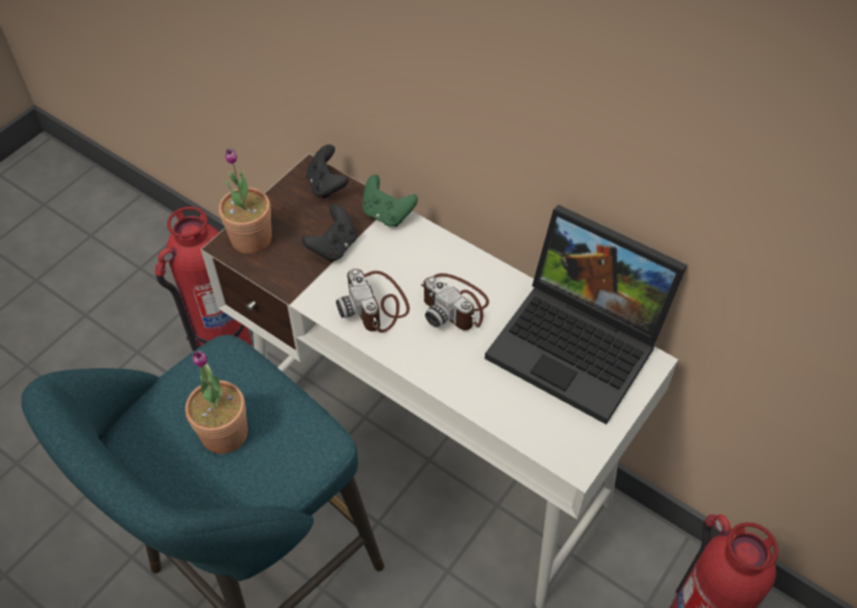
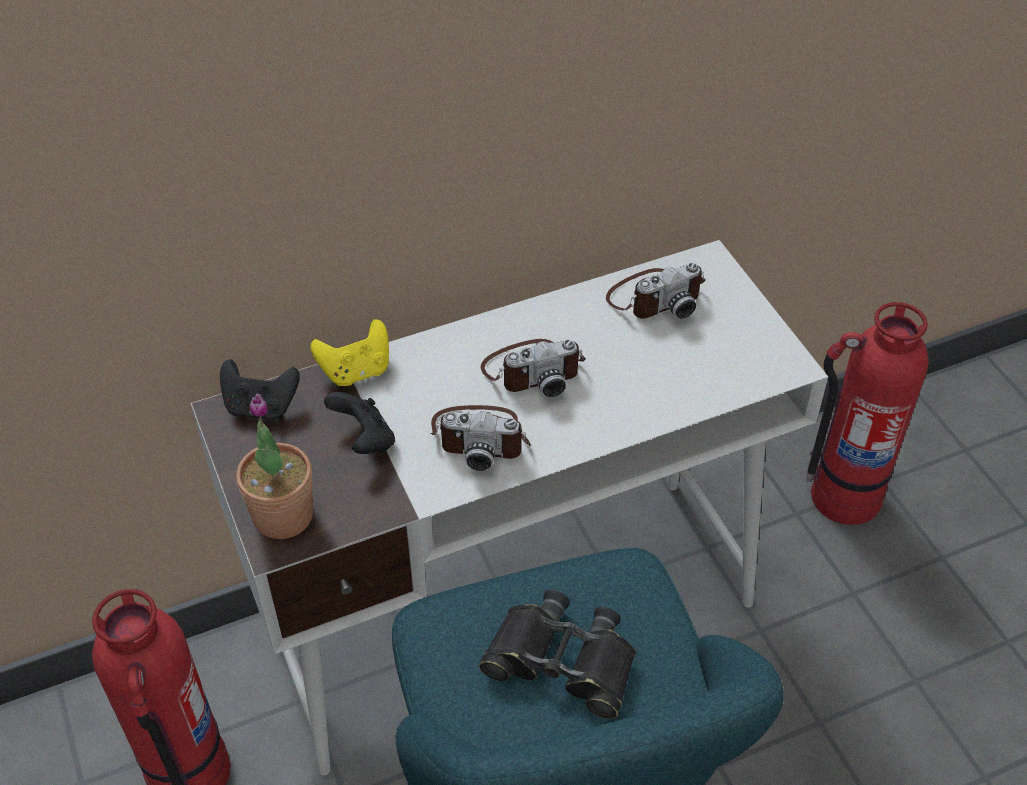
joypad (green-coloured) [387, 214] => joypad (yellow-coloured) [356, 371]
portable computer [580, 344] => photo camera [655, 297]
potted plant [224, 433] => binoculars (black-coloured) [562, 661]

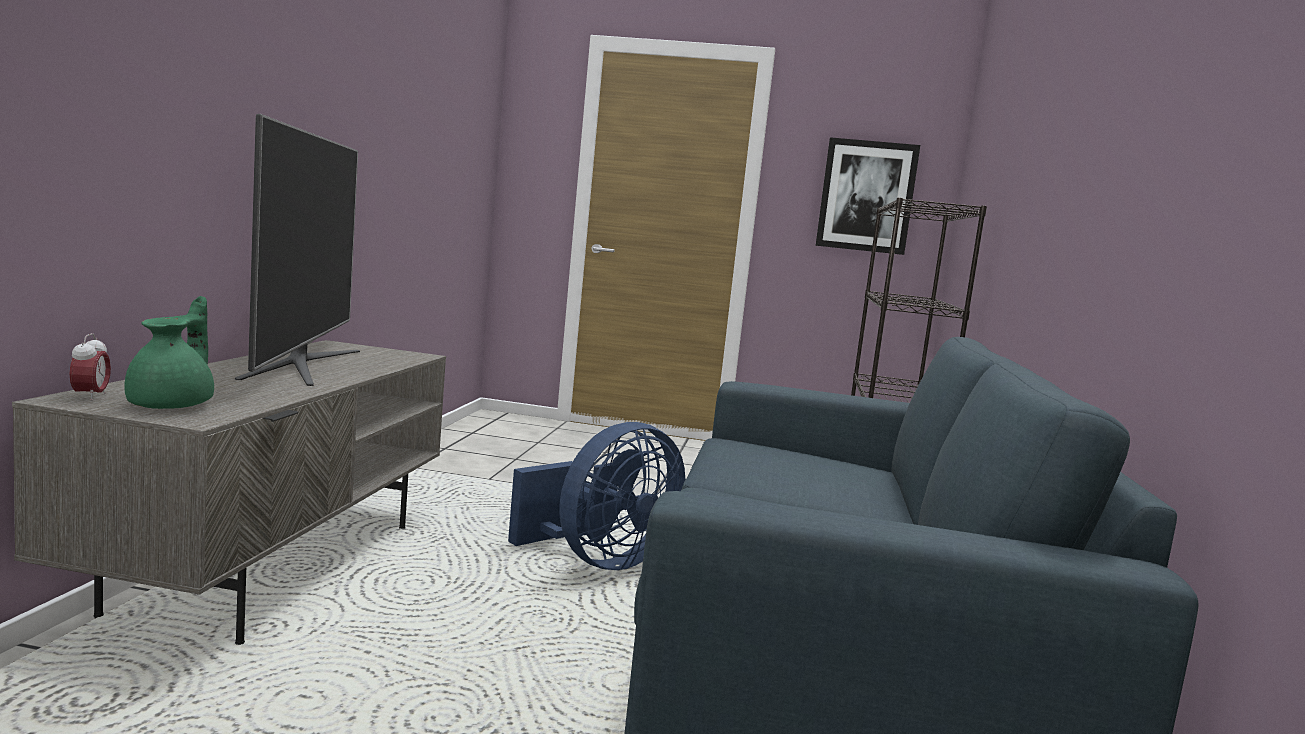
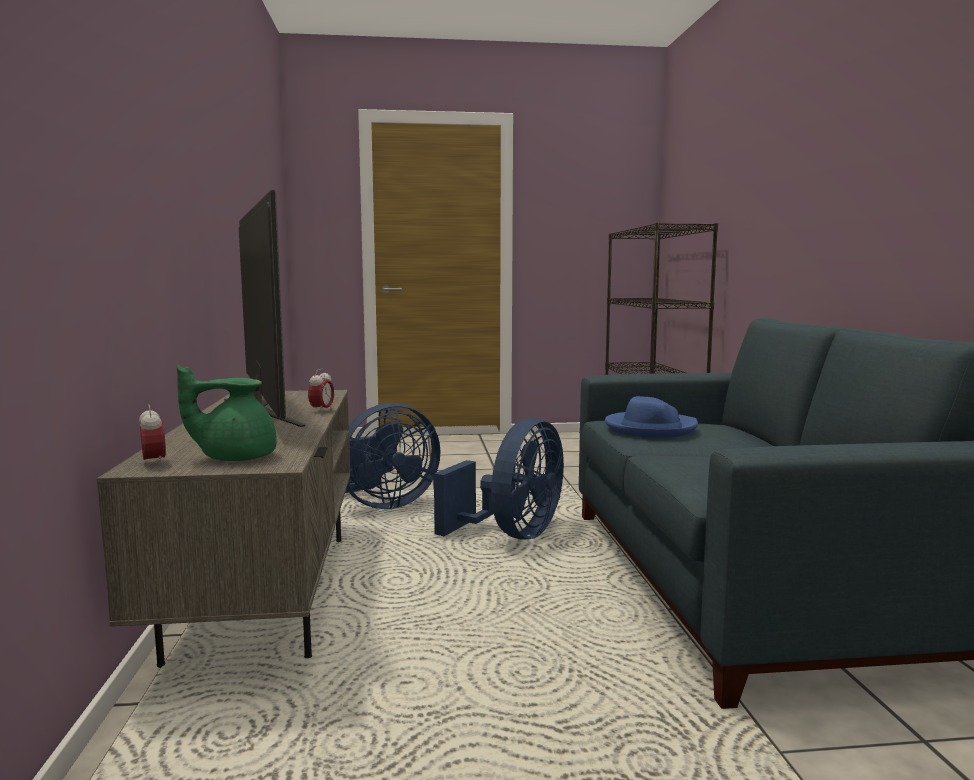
wall art [866, 196] => nothing
teapot (green-coloured) [174, 405] => teapot (green-coloured) [235, 457], 90 degrees counterclockwise
nothing => alarm clock [322, 410]
nothing => hat (blue-coloured) [650, 428]
nothing => fan (blue-coloured) [382, 504]

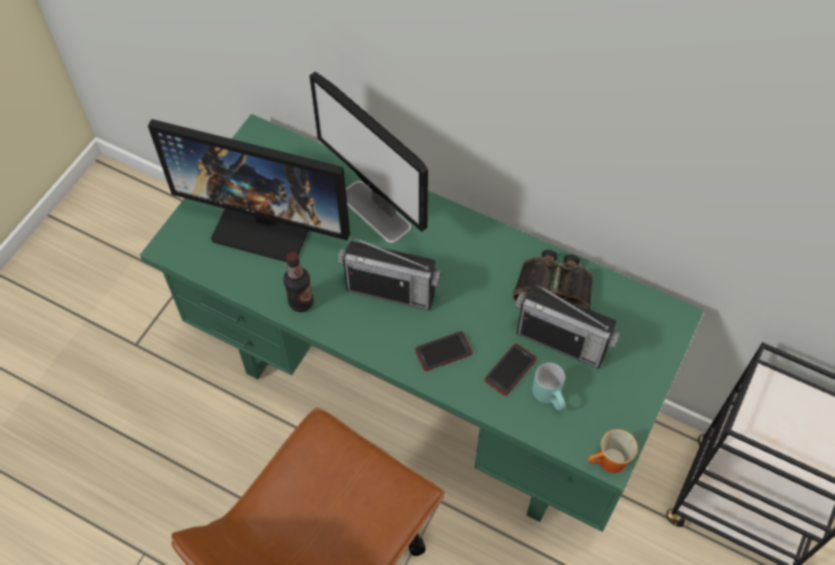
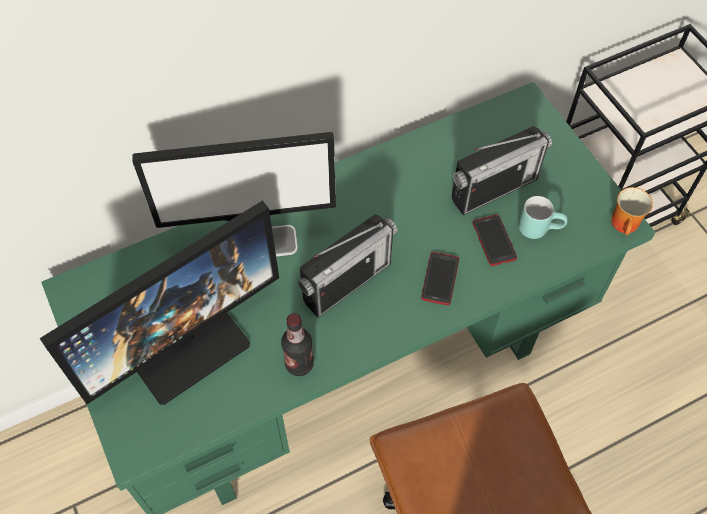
binoculars [555, 286] => nothing

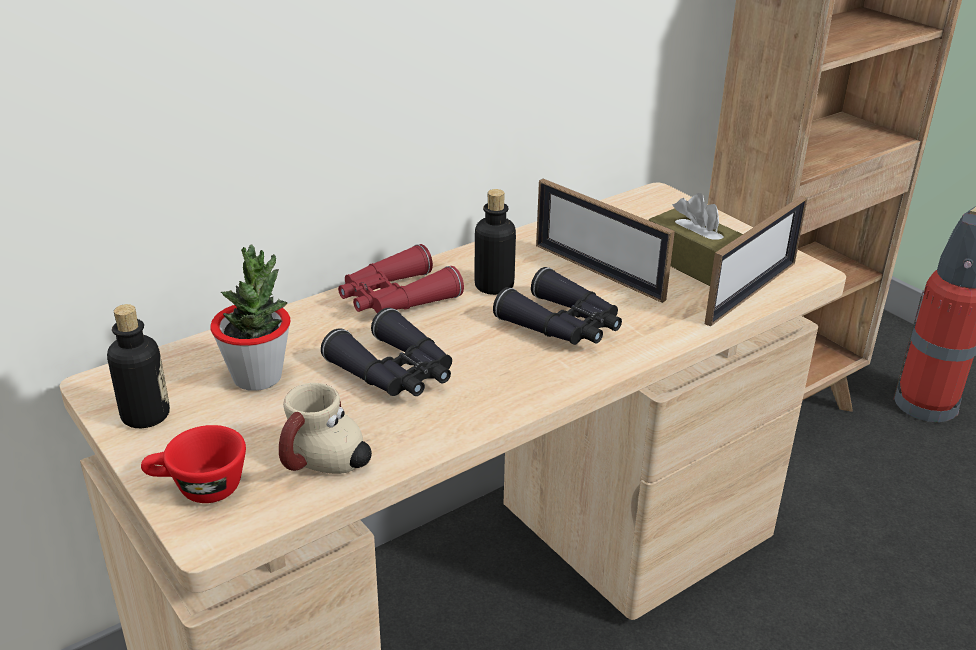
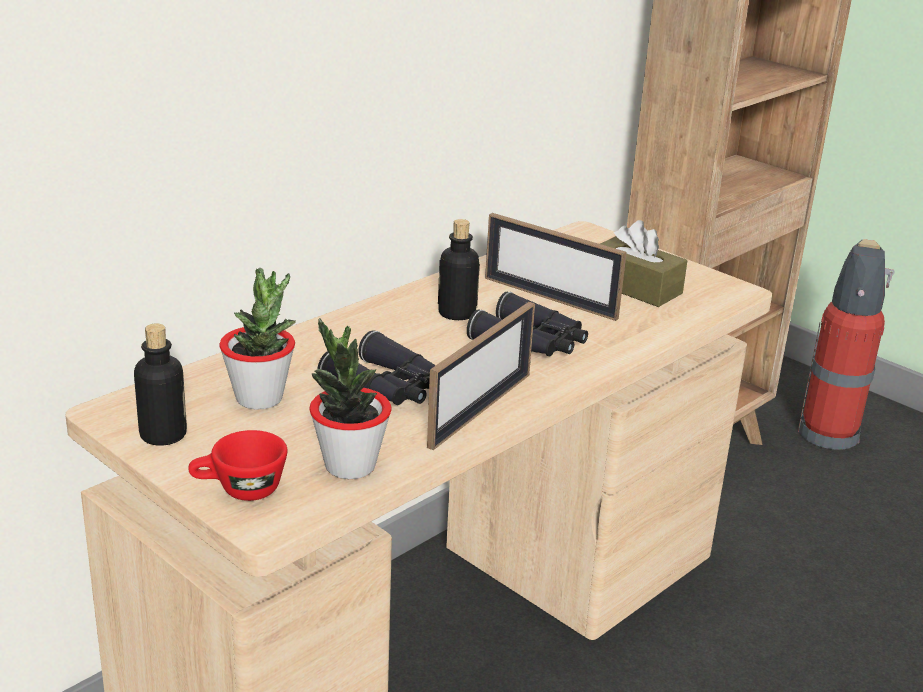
standing frame [751, 292] => standing frame [480, 409], move
binoculars (red) [396, 298] => nothing
tea mug [323, 466] => potted plant [349, 466]

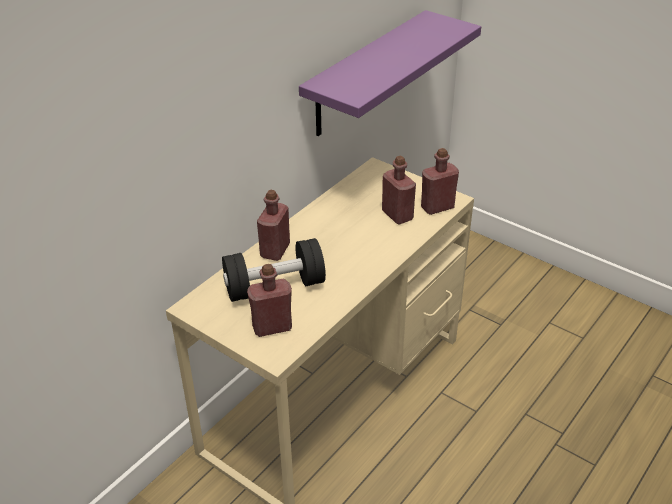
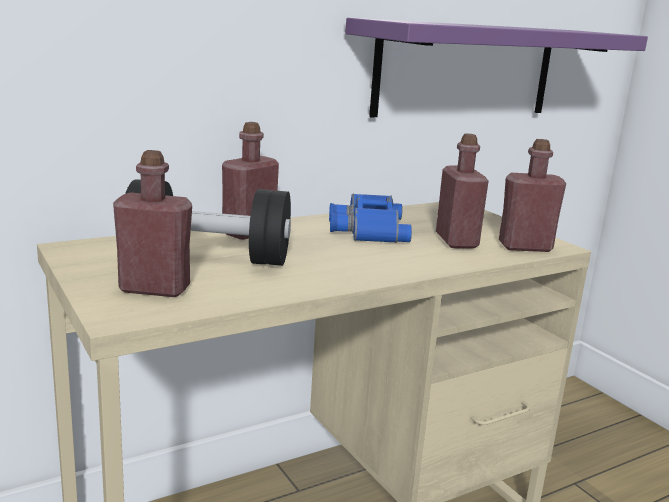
nothing => binoculars (blue-coloured) [366, 228]

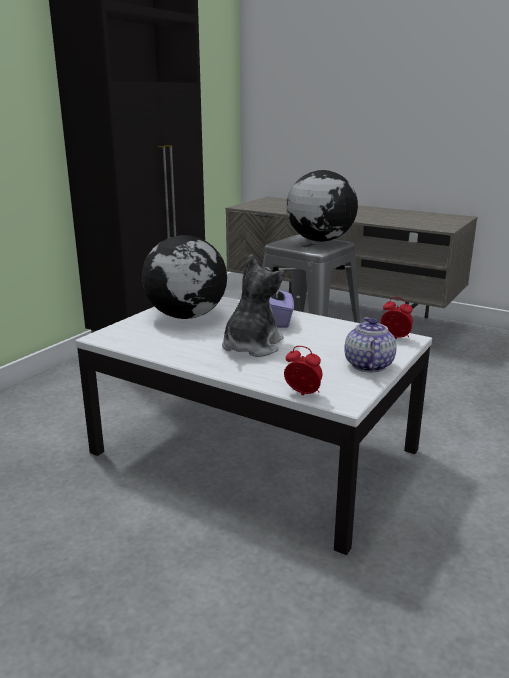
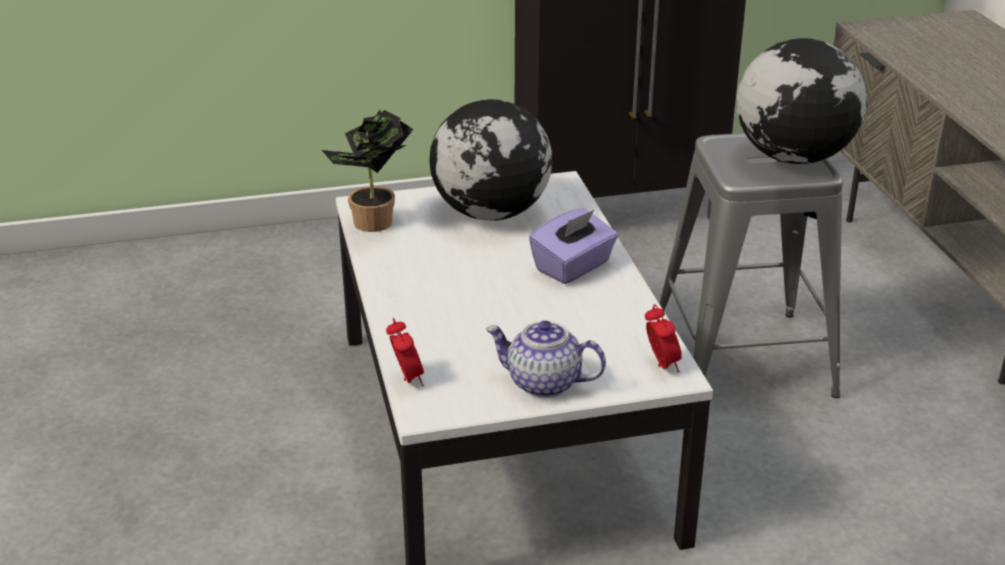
soft toy [251, 346] => nothing
teapot [367, 365] => teapot [543, 383], 120 degrees counterclockwise
nothing => potted plant [373, 225]

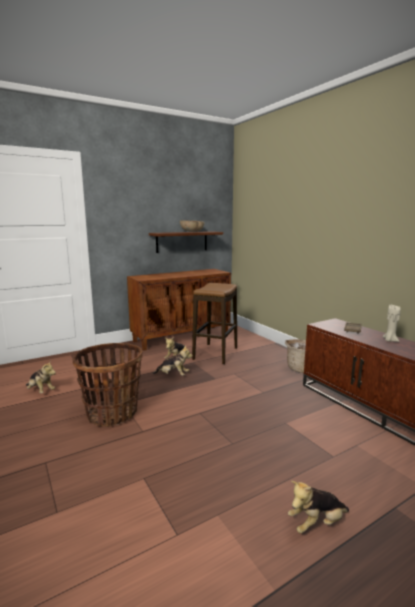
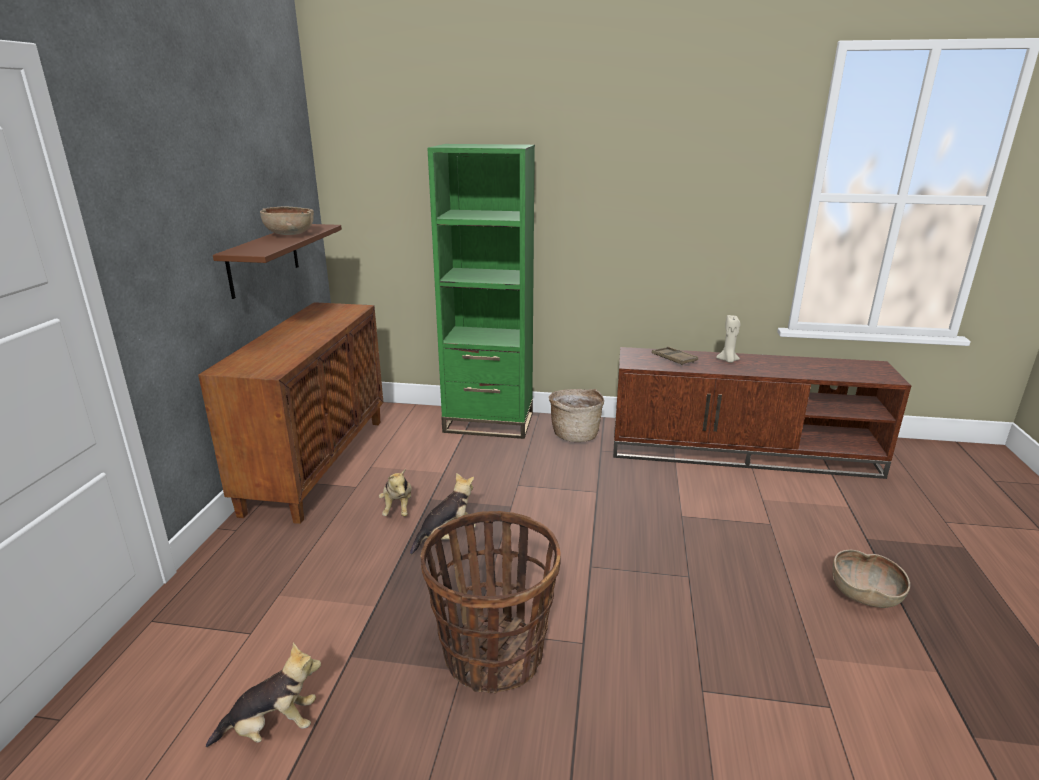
sitting stool [215, 353] => nothing
soft toy [316, 523] => bowl (brownish) [864, 595]
nothing => bookshelf (green-coloured) [488, 423]

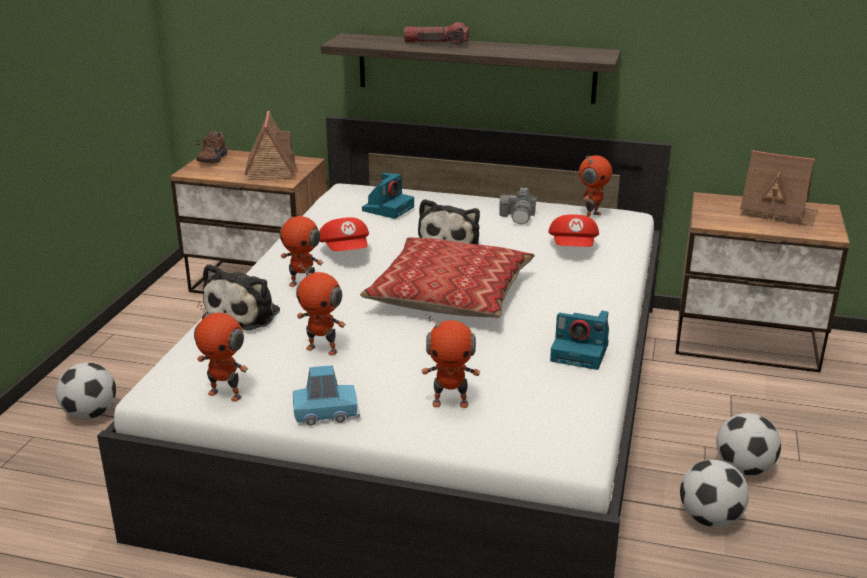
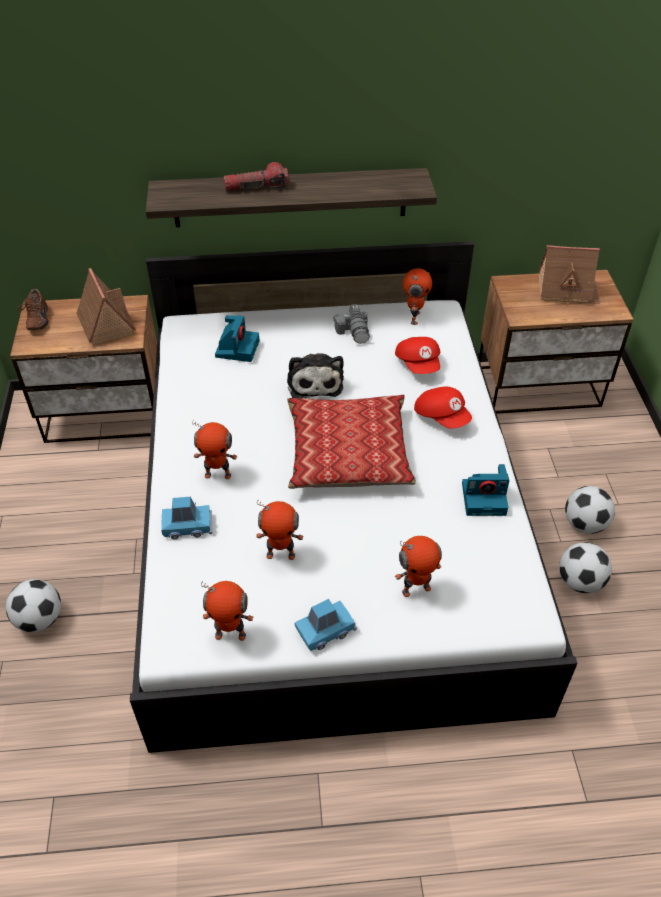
baseball cap (red) [346, 251] => baseball cap (red) [442, 416], move
soft toy [245, 314] => toy car (blue-coloured) [188, 526]

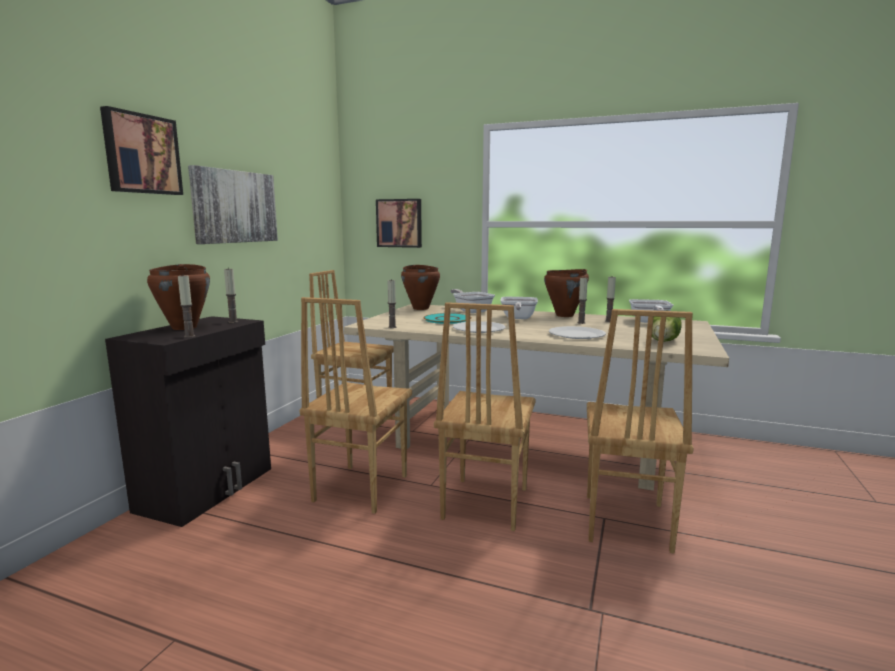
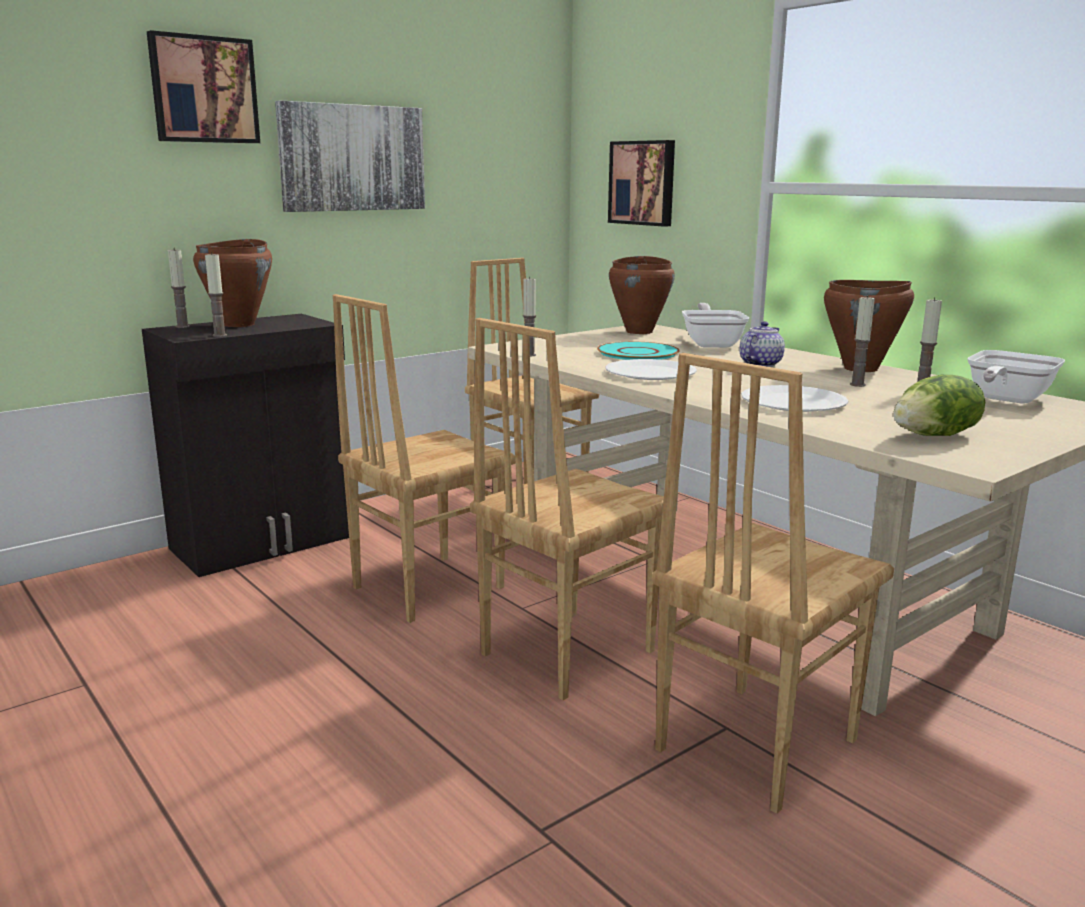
wax light [233, 322] => wax light [182, 326], move
frying pan [518, 318] => teapot [759, 364]

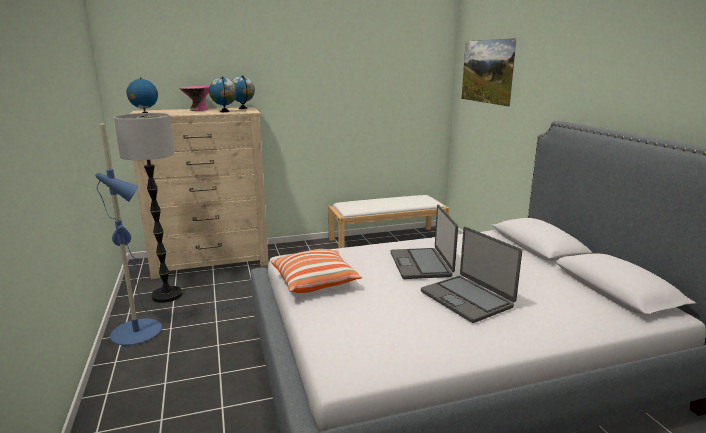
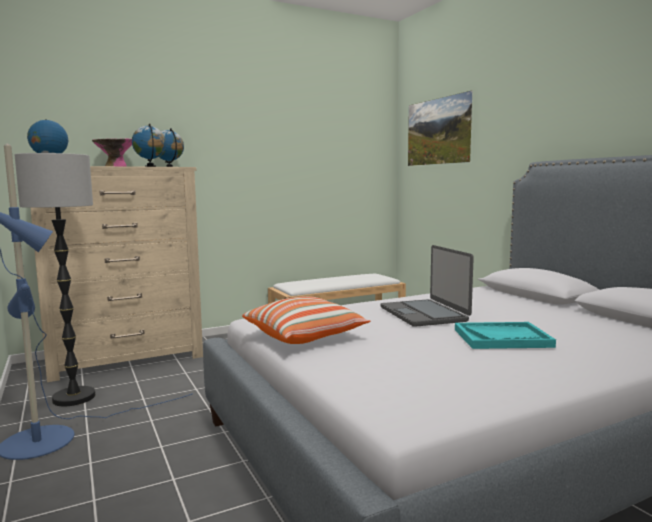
portable computer [467, 299] => carrying tray (blue-green) [502, 338]

